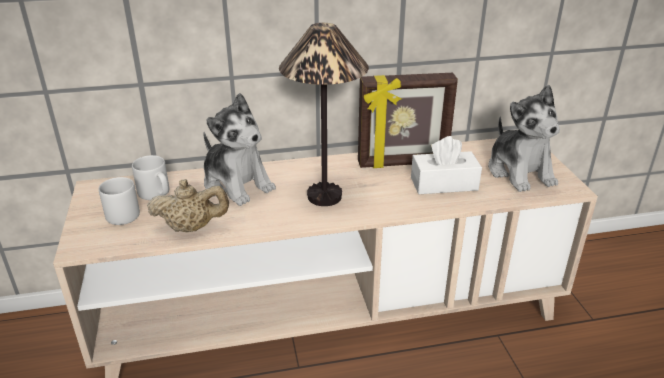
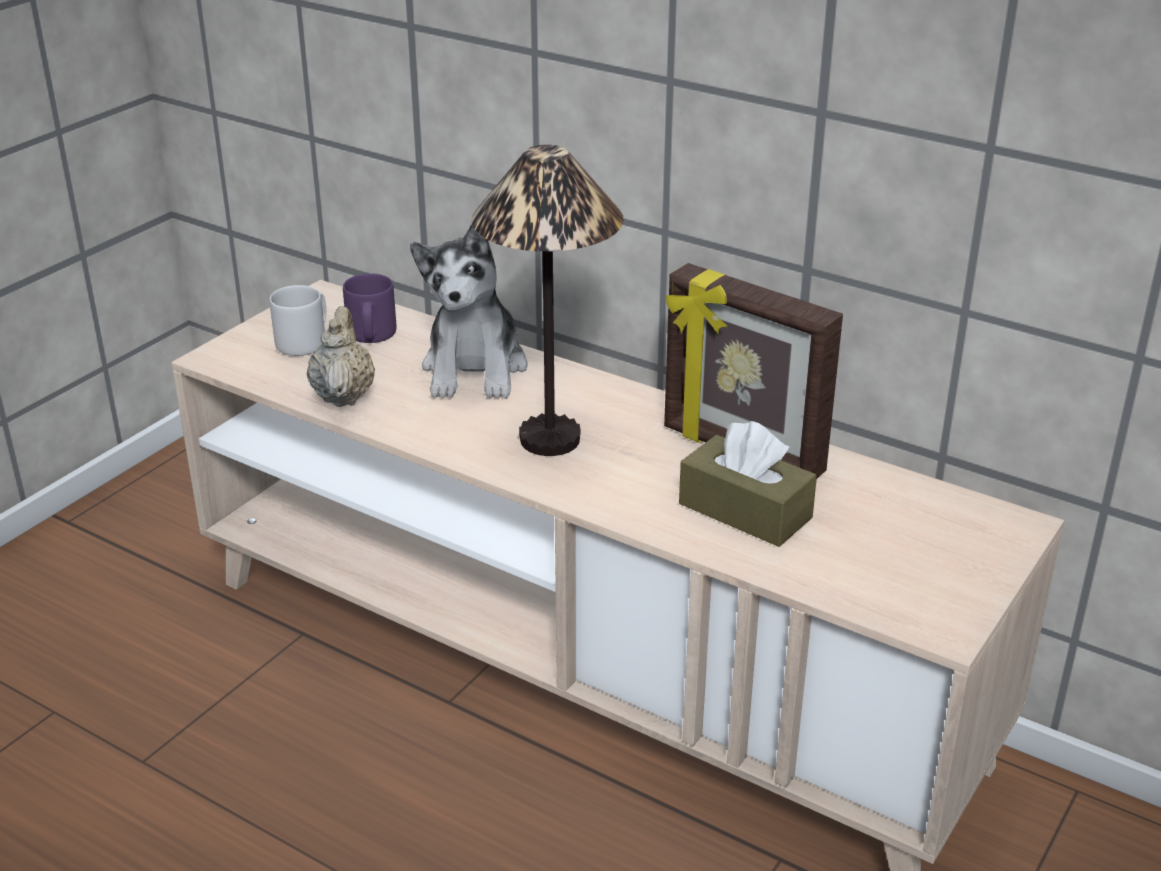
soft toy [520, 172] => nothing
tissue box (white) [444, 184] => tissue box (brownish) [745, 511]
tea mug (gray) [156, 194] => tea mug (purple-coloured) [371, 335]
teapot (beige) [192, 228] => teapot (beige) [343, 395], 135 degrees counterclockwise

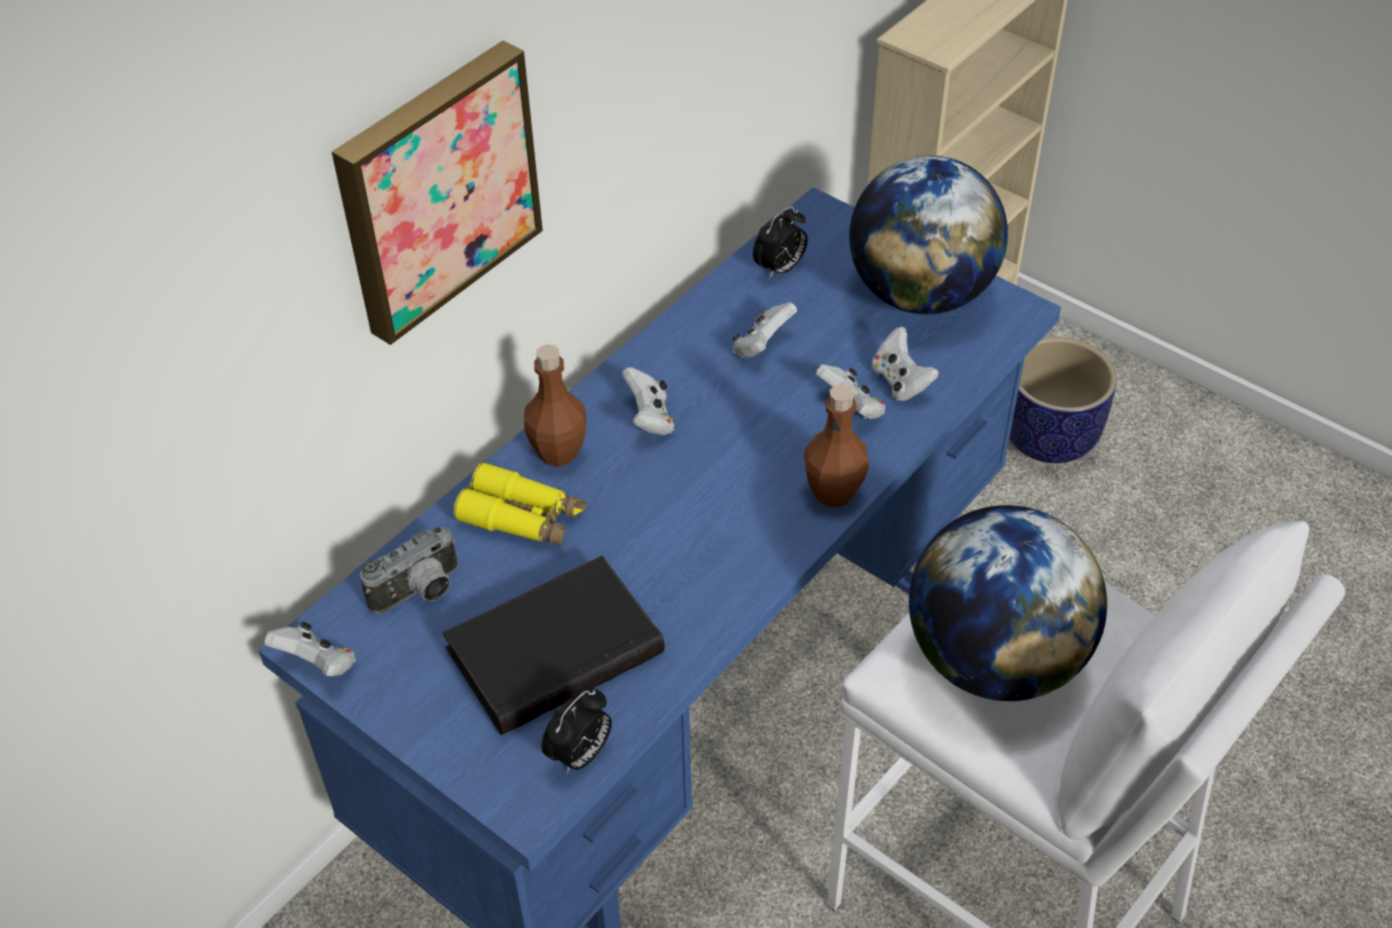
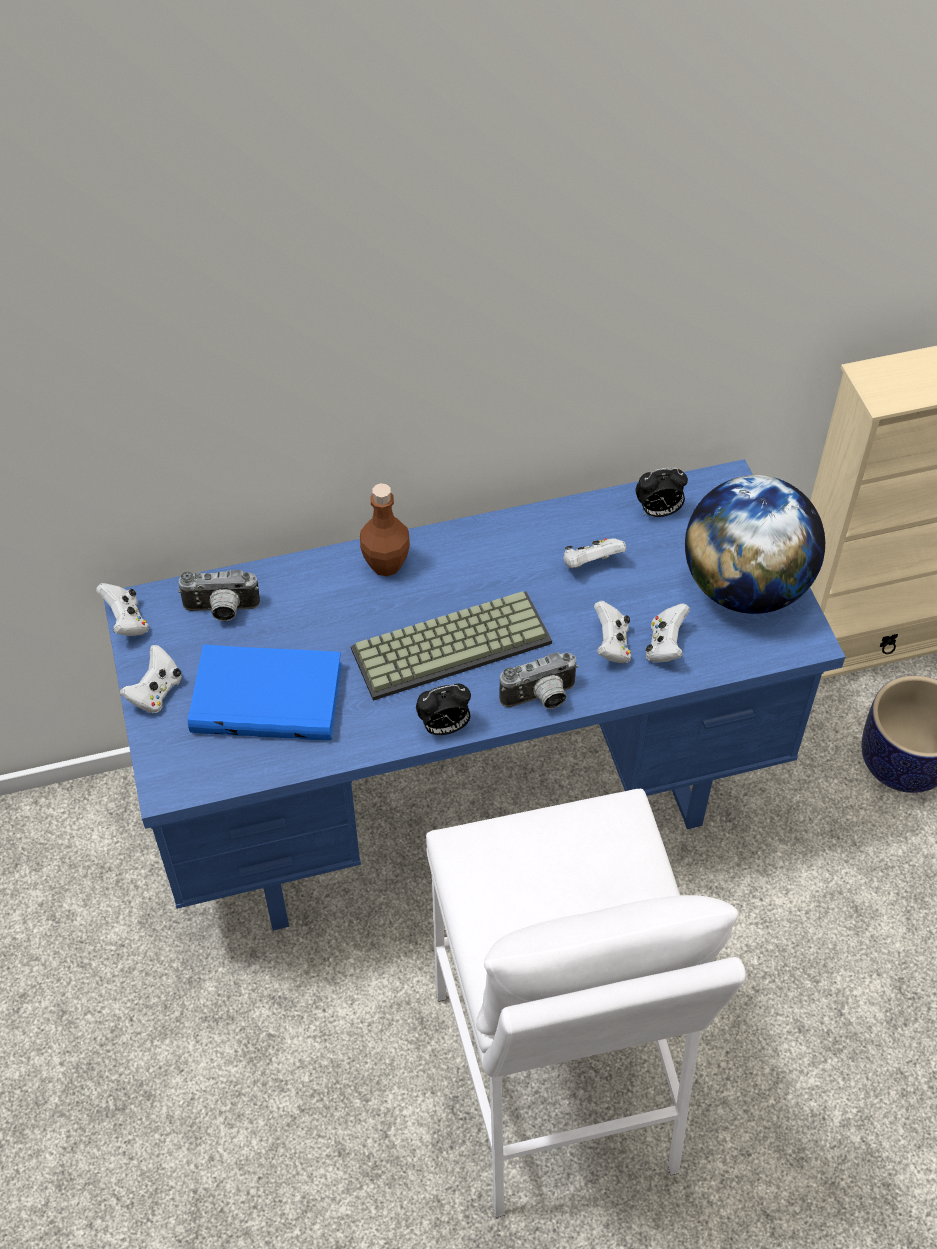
wall art [435, 189] => nothing
joypad (white) [650, 418] => joypad (white) [156, 692], move
drink bottle (brownish) [833, 492] => photo camera [541, 699]
binoculars (yellow-coloured) [523, 517] => nothing
globe [994, 659] => nothing
volume (black-coloured) [553, 647] => volume (blue-coloured) [269, 695]
alarm clock [580, 755] => alarm clock [444, 727], move
nothing => PC keyboard [452, 643]

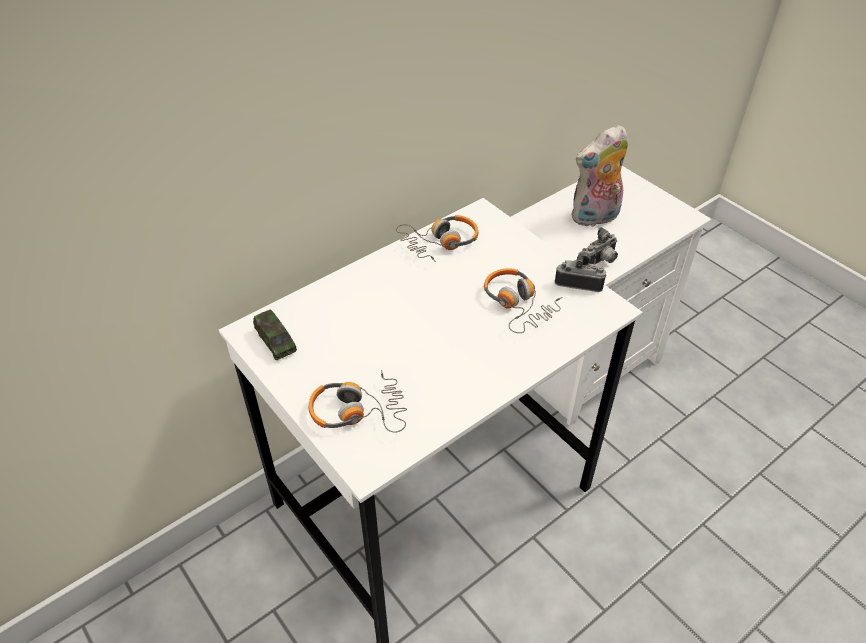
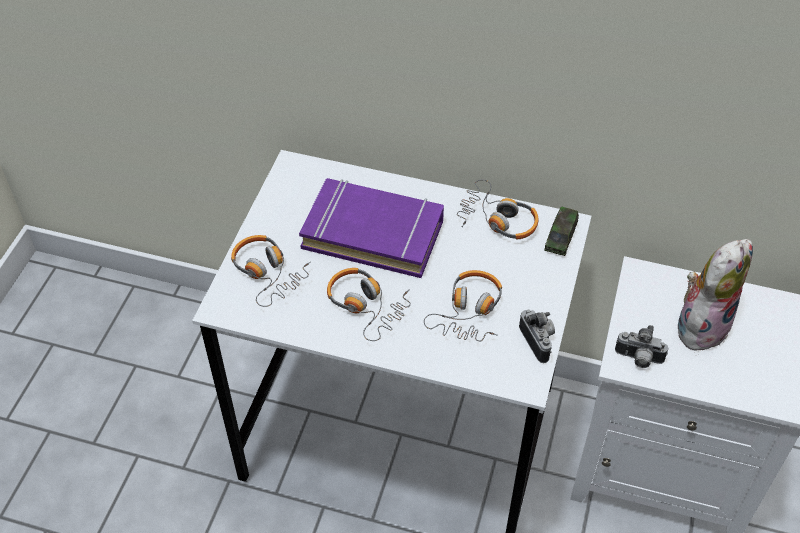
soft toy [595, 218] => soft toy [701, 324], 105 degrees clockwise
toy car [276, 341] => toy car [560, 237], move
nothing => volume (purple-coloured) [373, 233]
nothing => pair of headphones [366, 306]

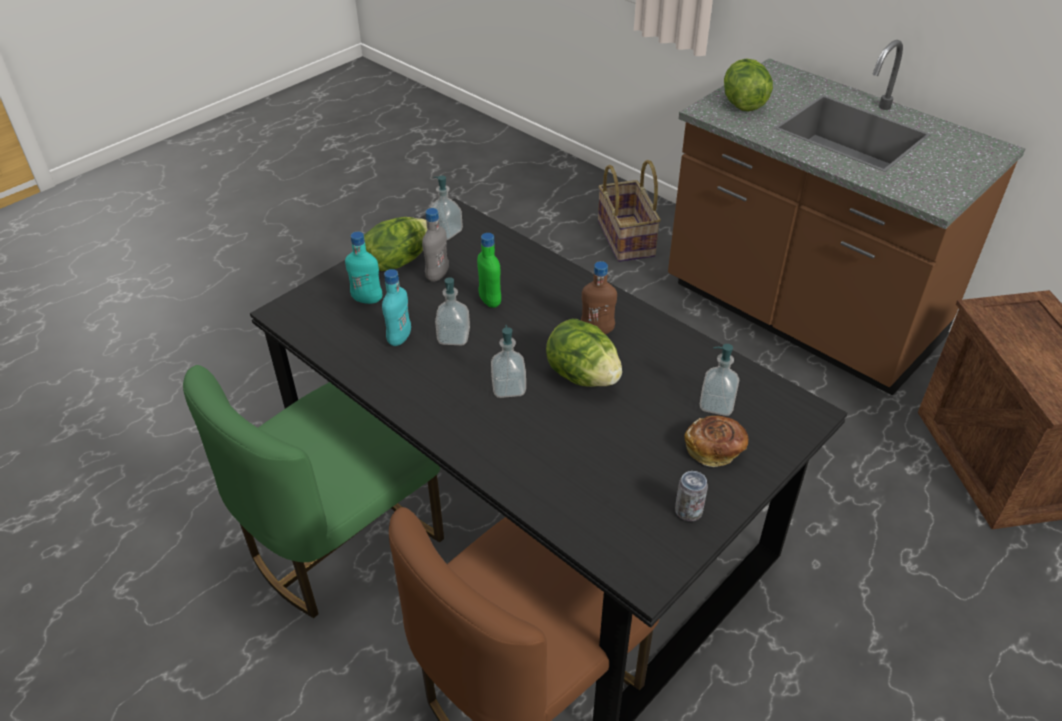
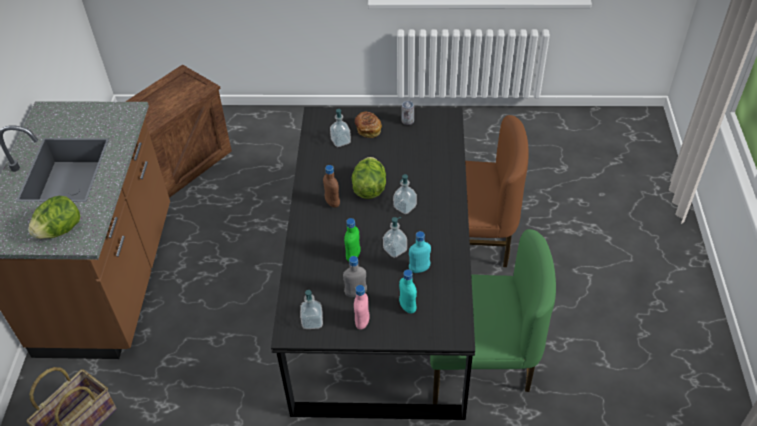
lettuce head [397, 260] => drink bottle (pink-coloured) [362, 322]

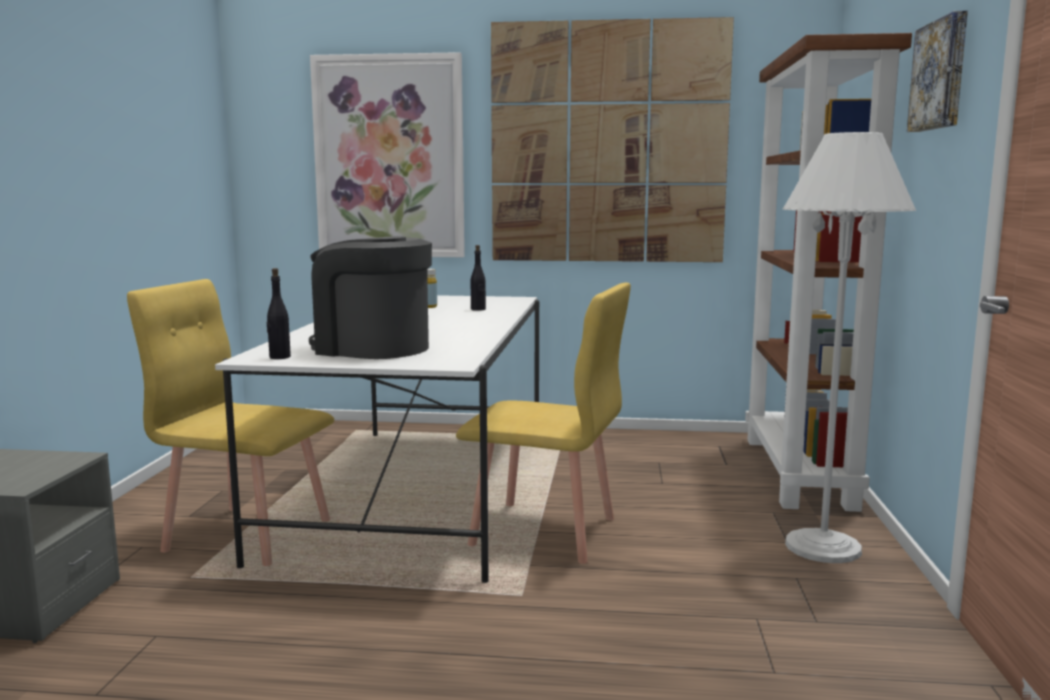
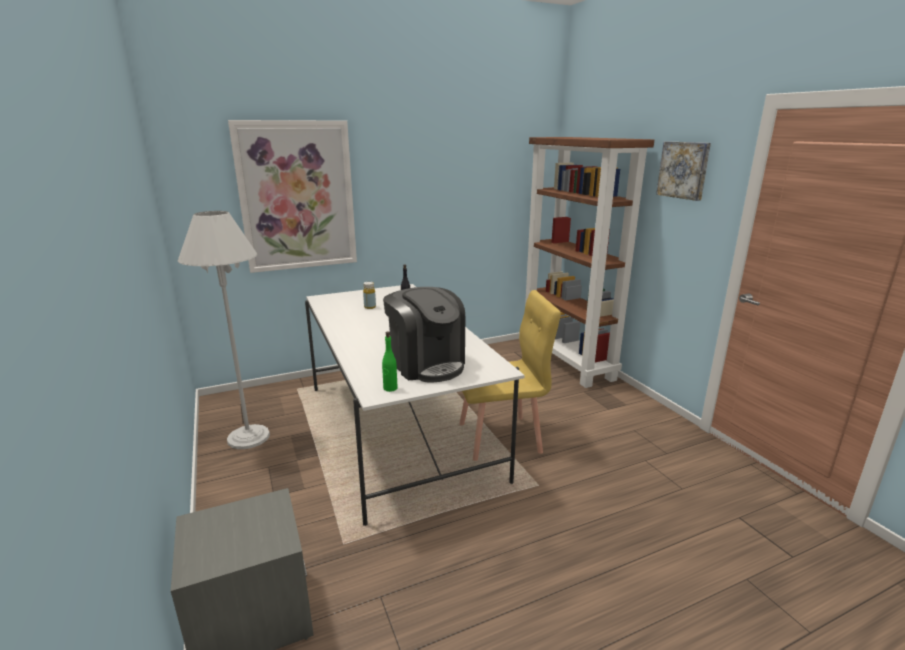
wall art [608, 143] => nothing
standard lamp (white) [822, 547] => standard lamp (white) [248, 437], move
coffee maker [372, 348] => coffee maker [426, 364], 120 degrees counterclockwise
drink bottle (black-coloured) [279, 357] => drink bottle (green-coloured) [390, 388]
upright chair (yellow-coloured) [248, 534] => nothing

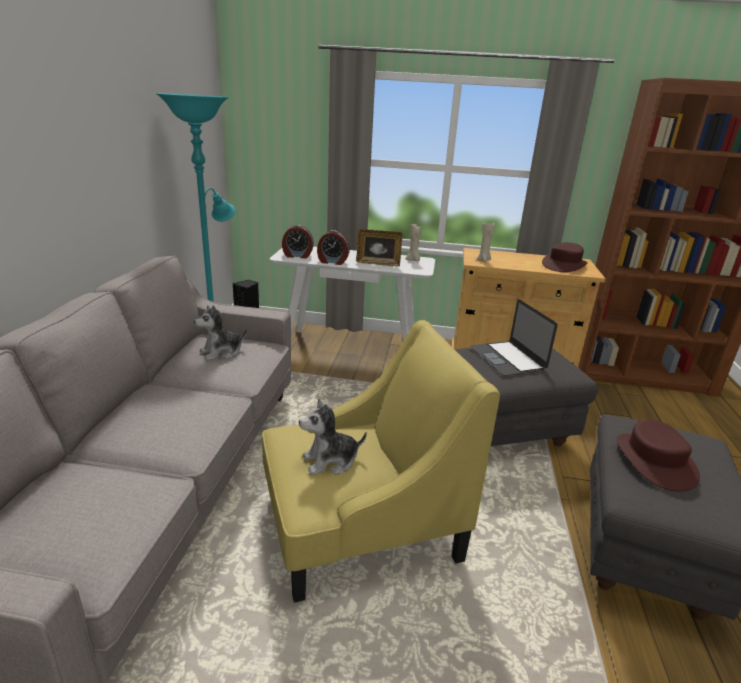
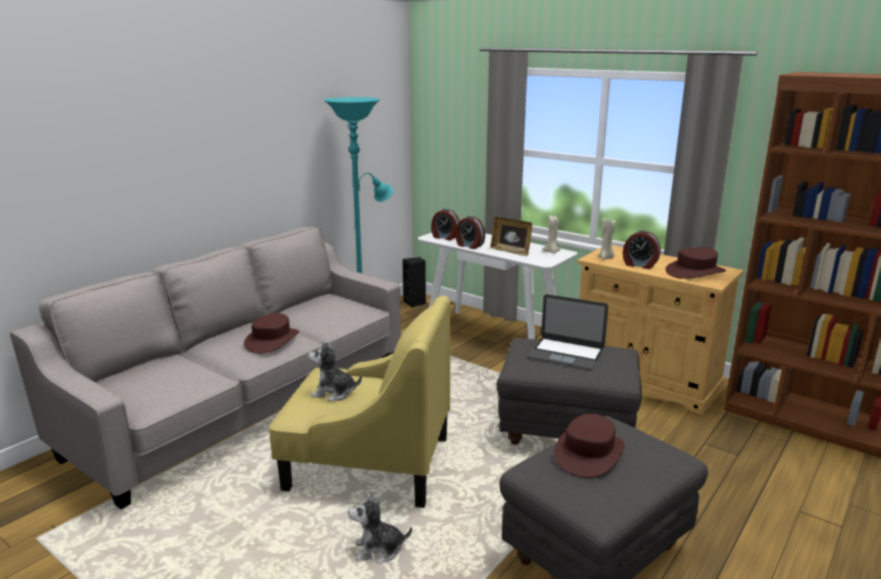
portable computer [507, 358] => portable computer [566, 353], 75 degrees counterclockwise
soft toy [221, 352] => soft toy [378, 550], move
nothing => alarm clock [639, 265]
nothing => hat (brownish) [272, 340]

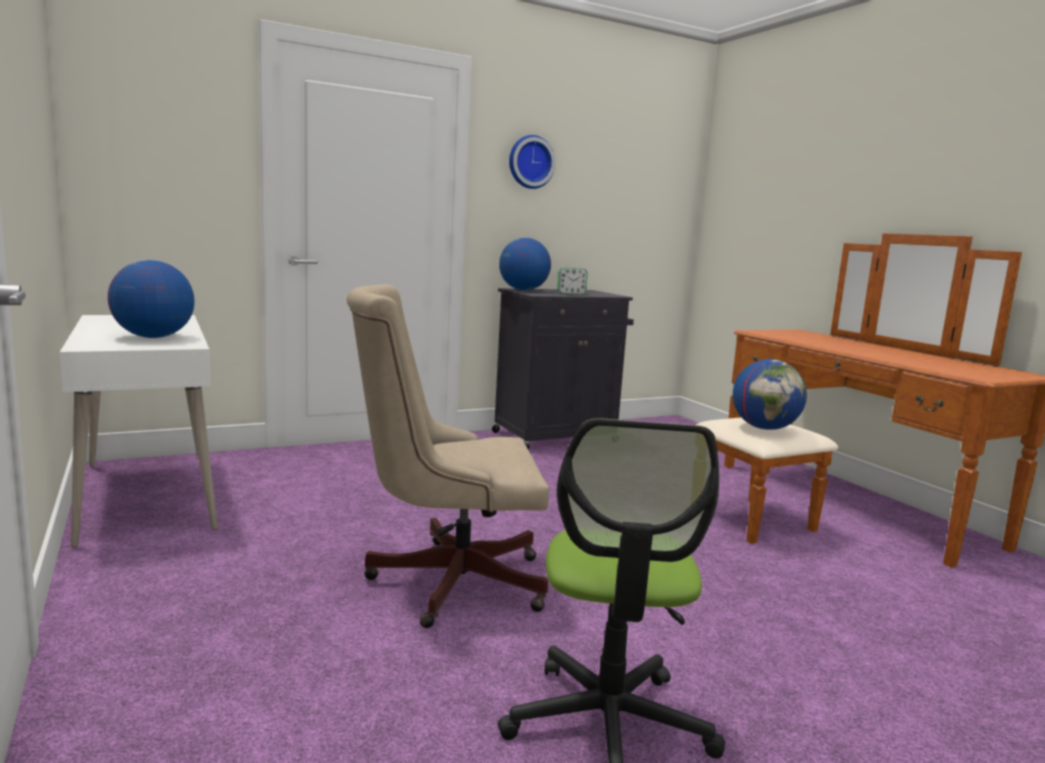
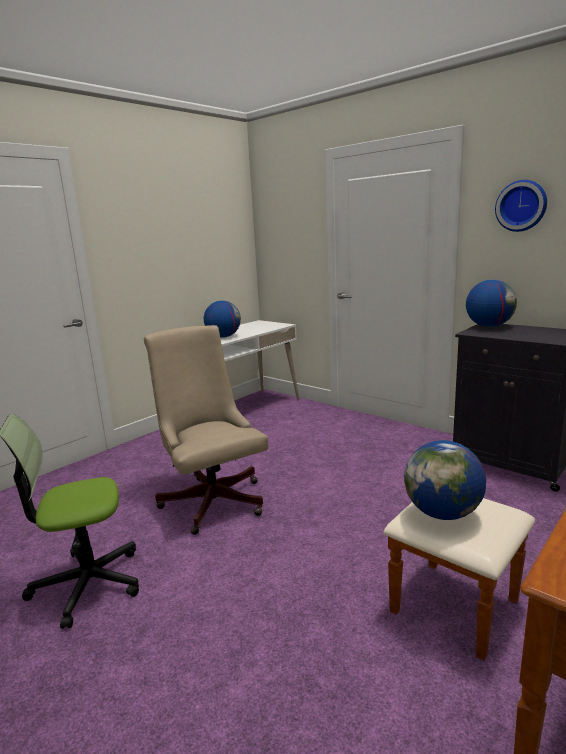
alarm clock [571, 293] => nothing

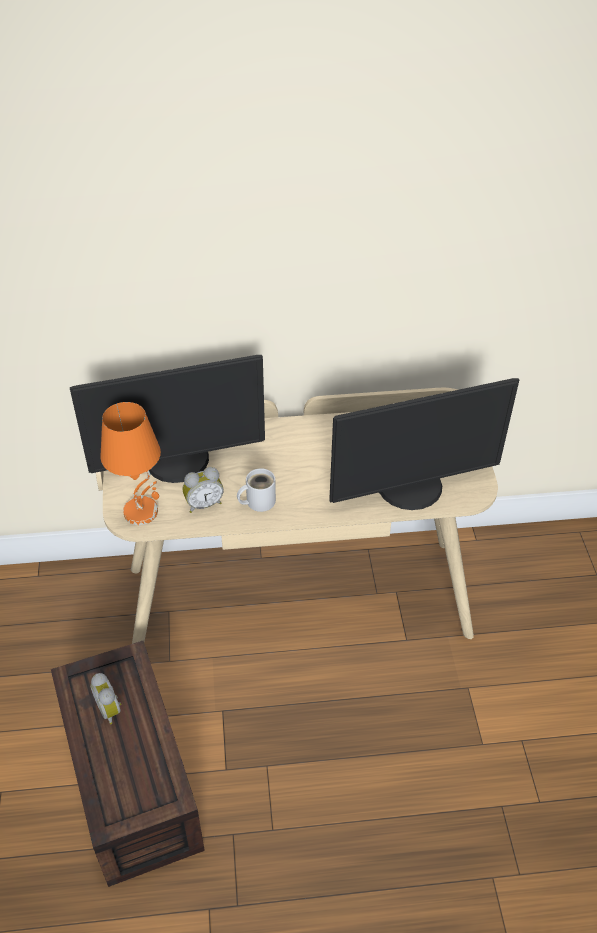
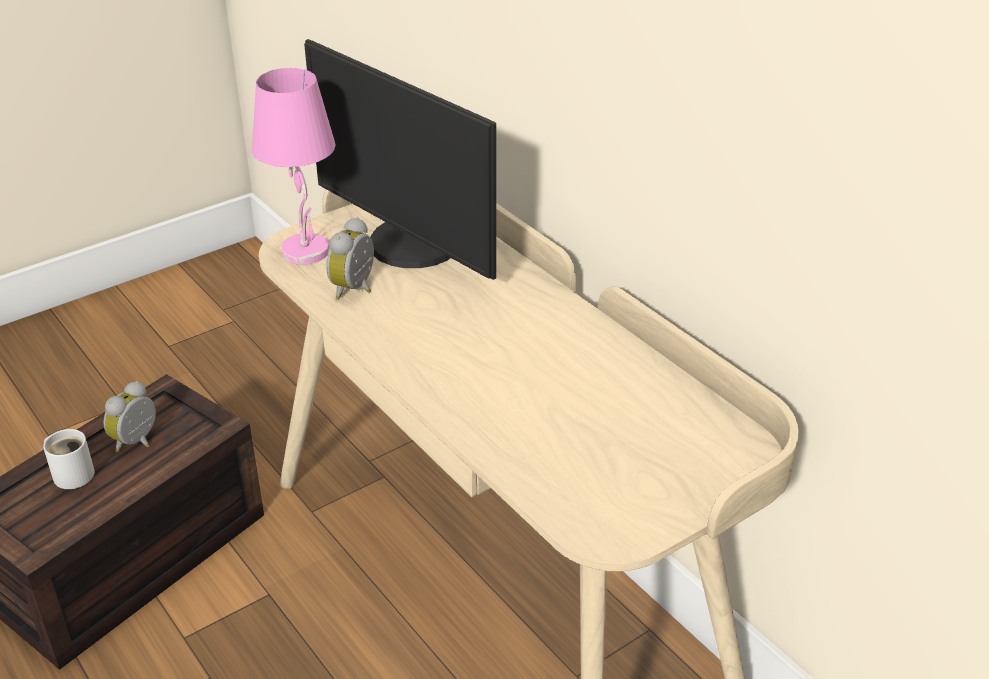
computer screen [411, 488] => nothing
table lamp (orangey) [142, 511] => table lamp (pink-coloured) [306, 252]
alarm clock [203, 504] => alarm clock [356, 289], 75 degrees clockwise
tea mug (white) [257, 501] => tea mug (white) [72, 473], move

